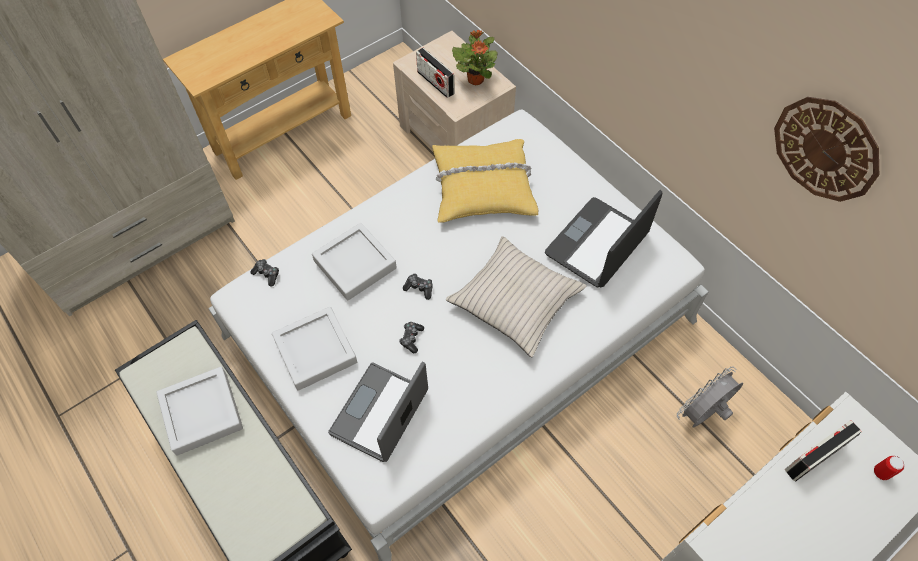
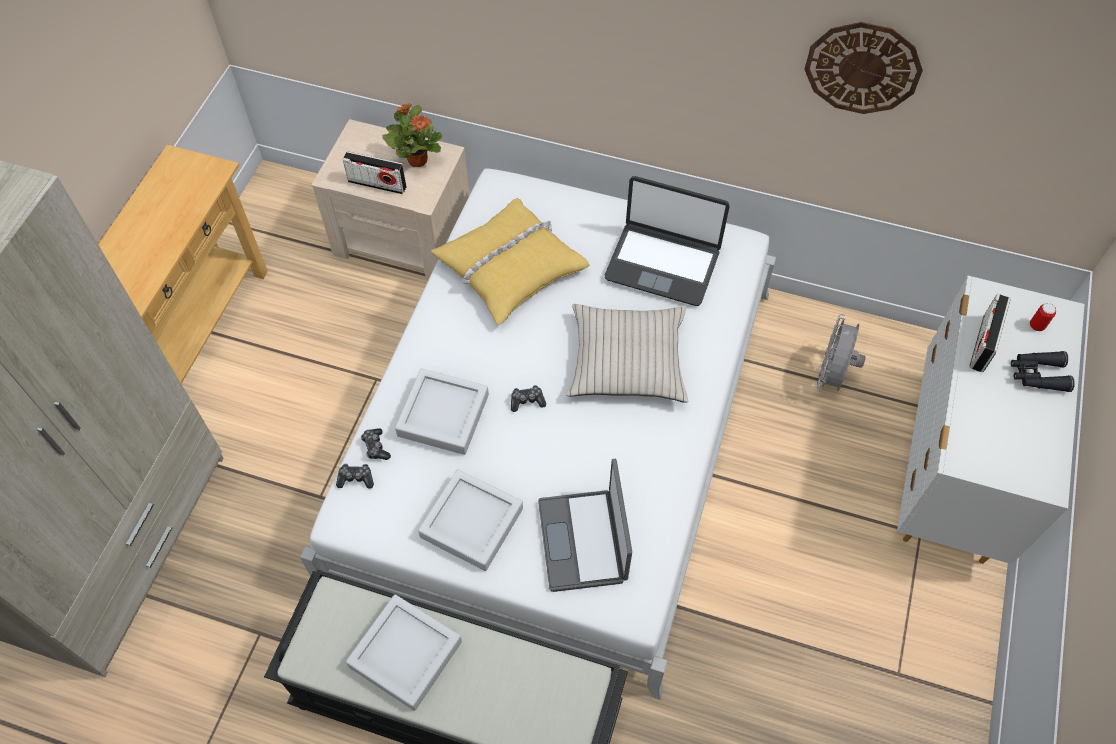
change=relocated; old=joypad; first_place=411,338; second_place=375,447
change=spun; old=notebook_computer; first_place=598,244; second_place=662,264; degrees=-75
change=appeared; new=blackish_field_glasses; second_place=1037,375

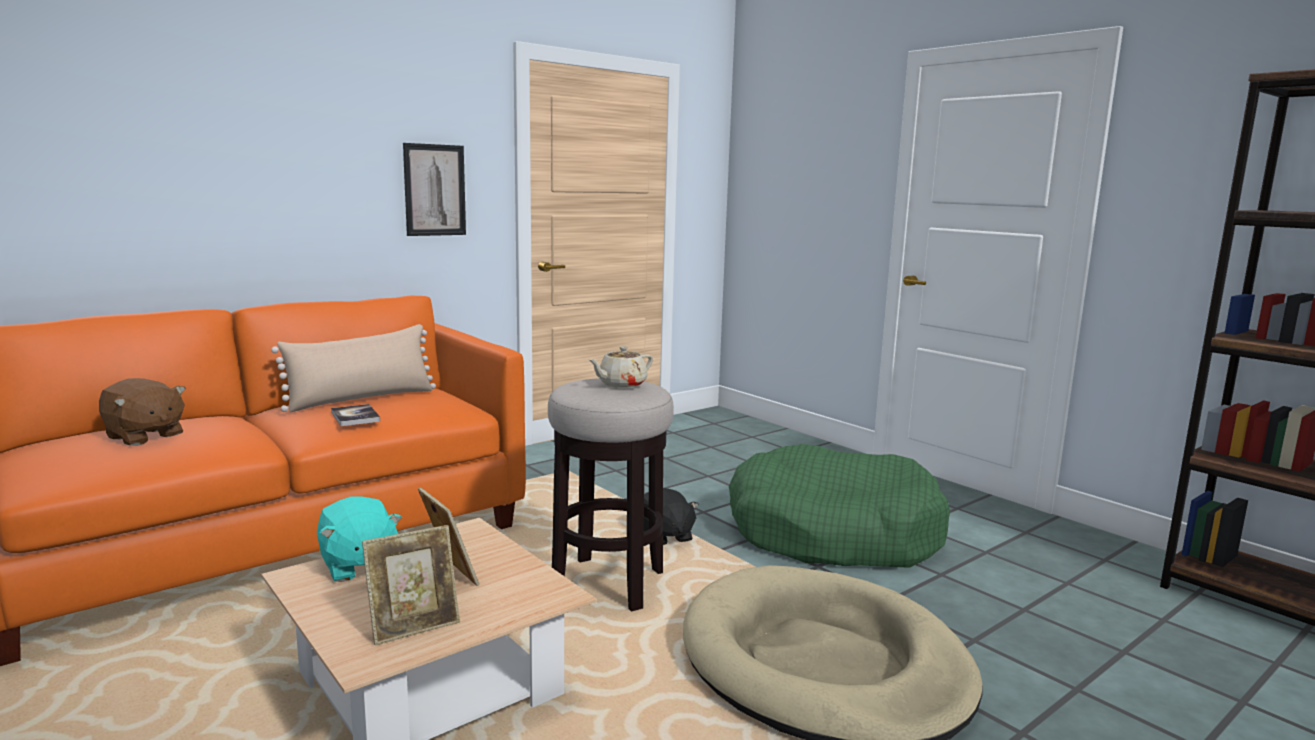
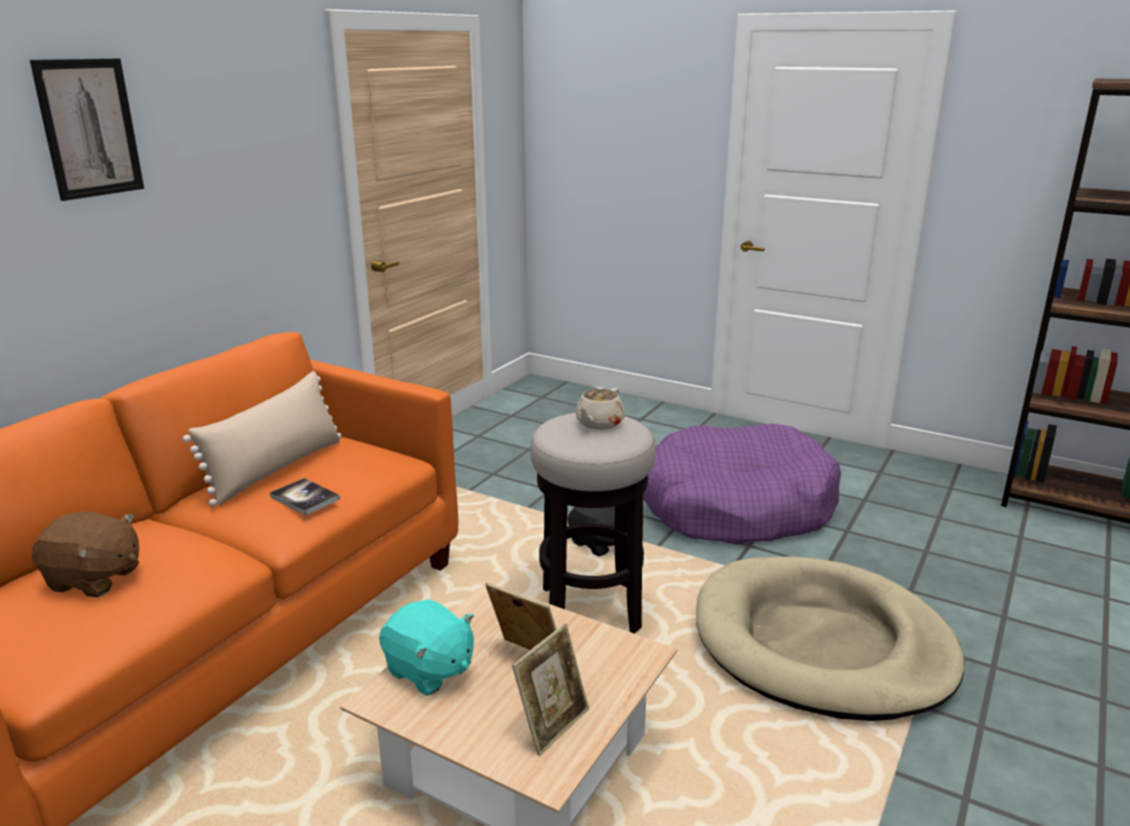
change=relocated; old=wall_art; first_place=434,190; second_place=89,128
change=colour; old=green-coloured_dog_bed; new=purplish_dog_bed; first_place=832,533; second_place=736,506

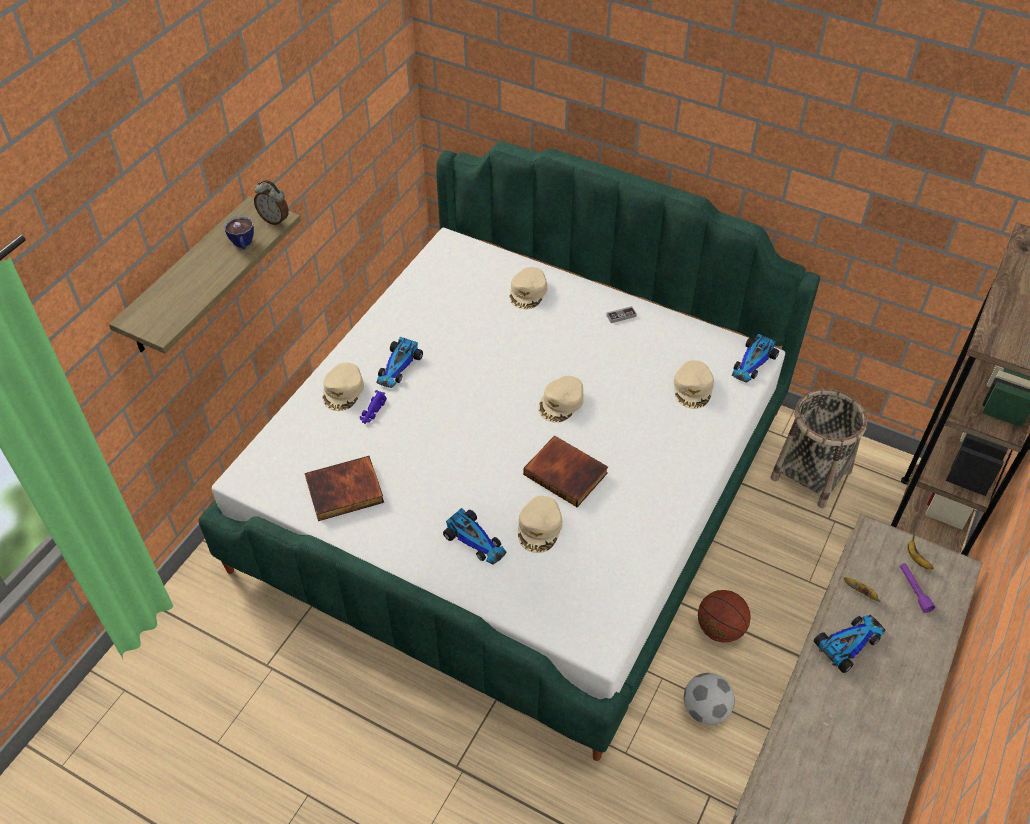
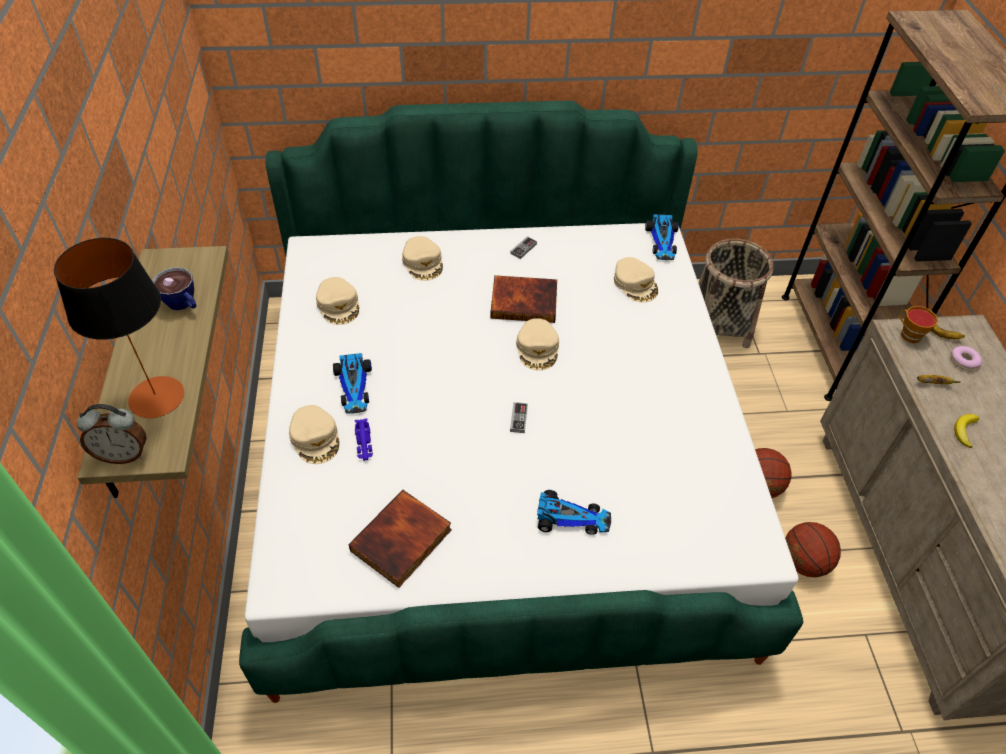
change=relocated; old=bedside_clock; first_place=275,220; second_place=123,454
change=relocated; old=beige_peaked_cap; first_place=540,527; second_place=339,305
change=relocated; old=bound_book; first_place=566,473; second_place=524,301
change=exchanged; old=ball_for_football; new=basketball; first_place=706,709; second_place=803,562
change=exchanged; old=model_car; new=banana_fruit; first_place=848,643; second_place=964,431
change=exchanged; old=purplish_flashlight; new=doughnut; first_place=914,590; second_place=963,361
change=appeared; new=lamp_for_a_table; second_place=156,397
change=appeared; new=joypad; second_place=518,419
change=appeared; new=drinking_cup; second_place=908,335

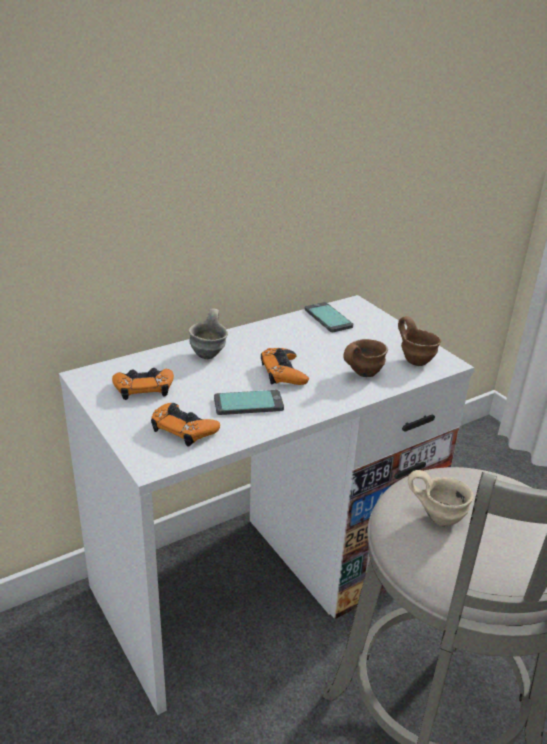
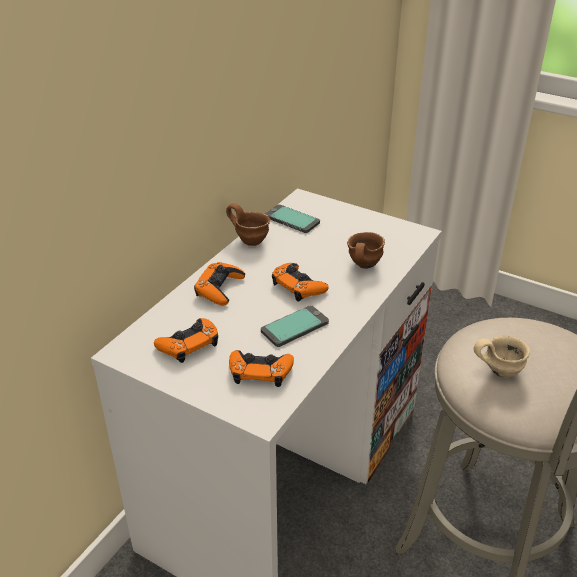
change=exchanged; old=gray_coffee_mug; new=orange_joypad; first_place=211,353; second_place=219,288
change=relocated; old=brown-coloured_coffee_mug; first_place=416,359; second_place=250,240

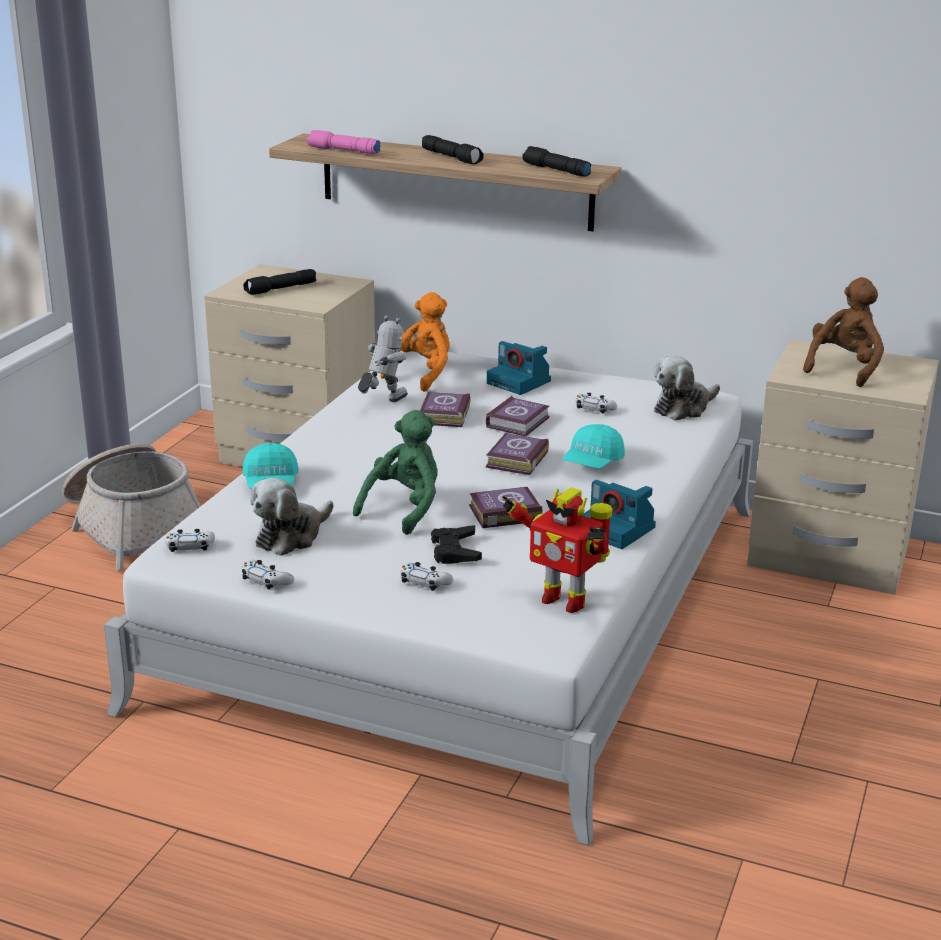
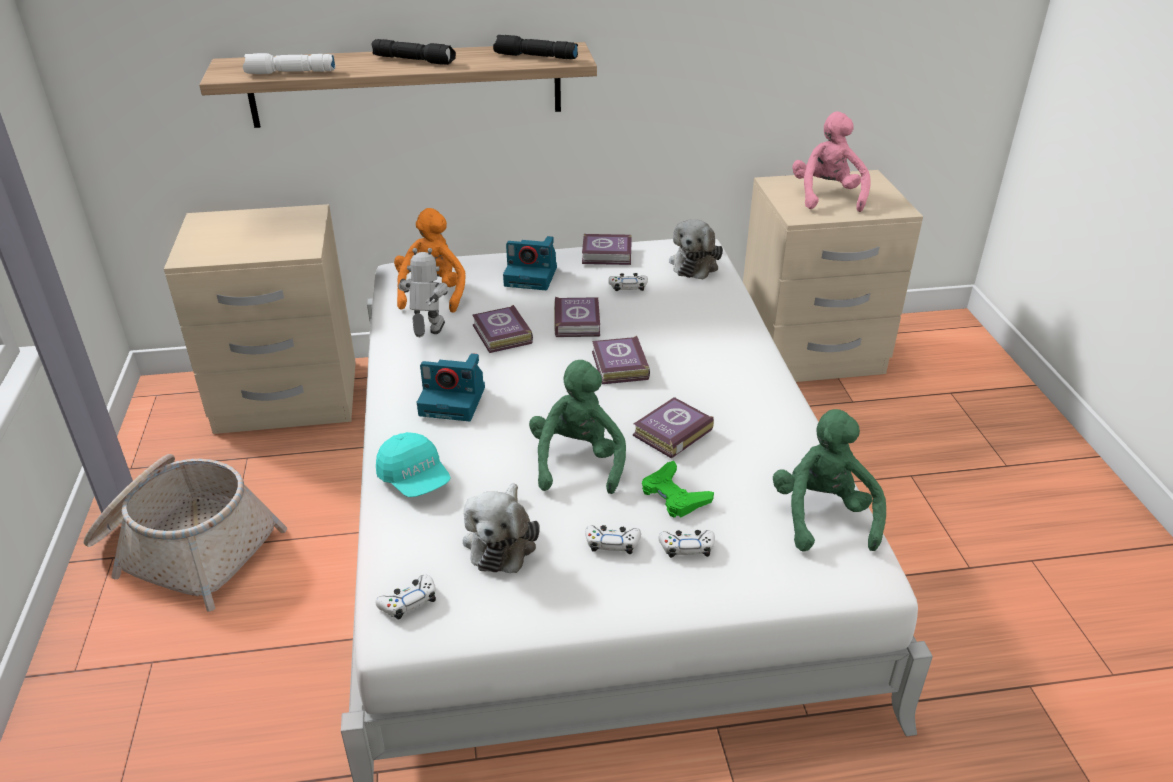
change=relocated; old=white-coloured_joypad; first_place=266,580; second_place=612,543
change=missing; old=blackish_flashlight; first_place=280,289
change=colour; old=pink-coloured_flashlight; new=white-coloured_flashlight; first_place=343,151; second_place=290,73
change=colour; old=blackish_joypad; new=green-coloured_joypad; first_place=455,550; second_place=674,495
change=exchanged; old=model_robot; new=green-coloured_cuddly_toy; first_place=563,599; second_place=823,516
change=missing; old=turquoise-coloured_peaked_cap; first_place=592,463
change=relocated; old=photo_camera; first_place=618,530; second_place=454,401
change=colour; old=brown-coloured_cuddly_toy; new=pink-coloured_cuddly_toy; first_place=844,368; second_place=827,196
change=appeared; new=bound_book; second_place=608,255

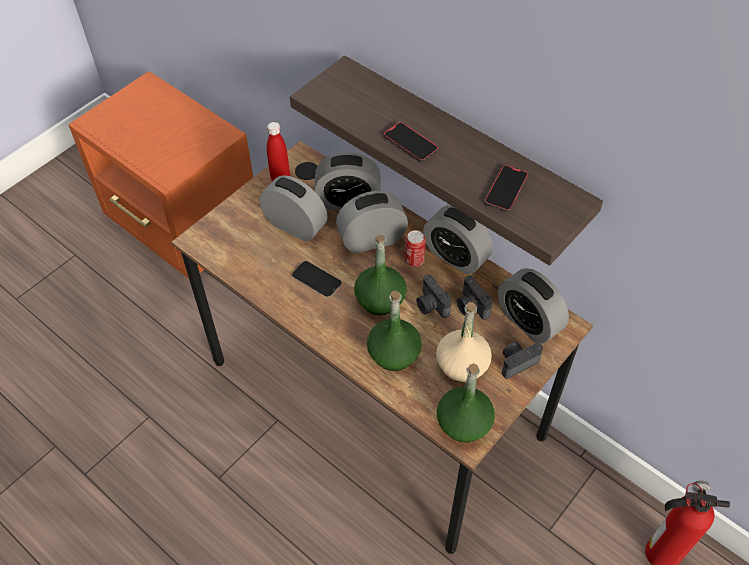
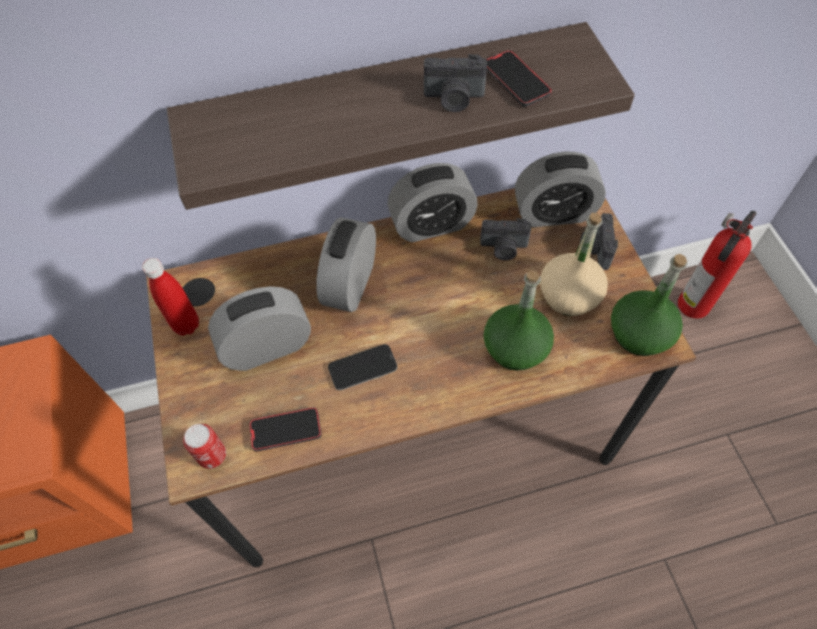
change=missing; old=bedside_clock; first_place=348,200
change=missing; old=green-coloured_drink_bottle; first_place=380,299
change=relocated; old=phone; first_place=410,144; second_place=286,430
change=relocated; old=metal_can; first_place=414,260; second_place=212,456
change=relocated; old=photo_camera; first_place=431,305; second_place=453,99

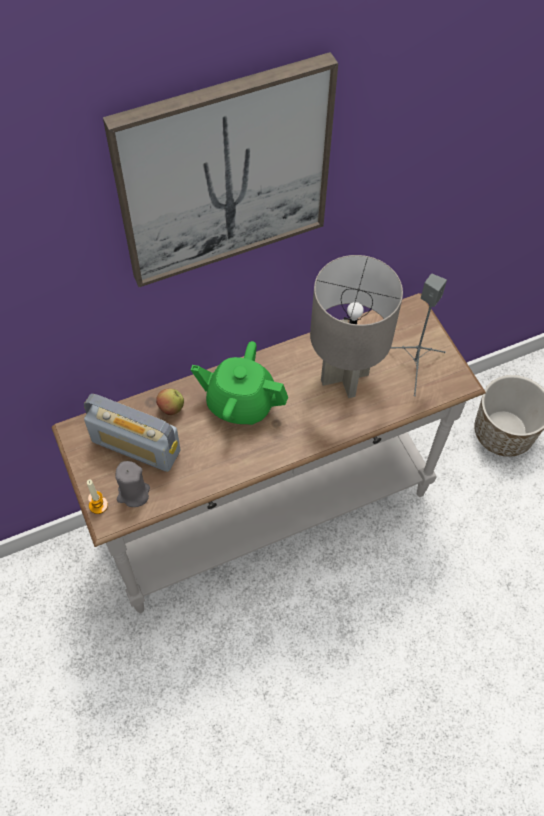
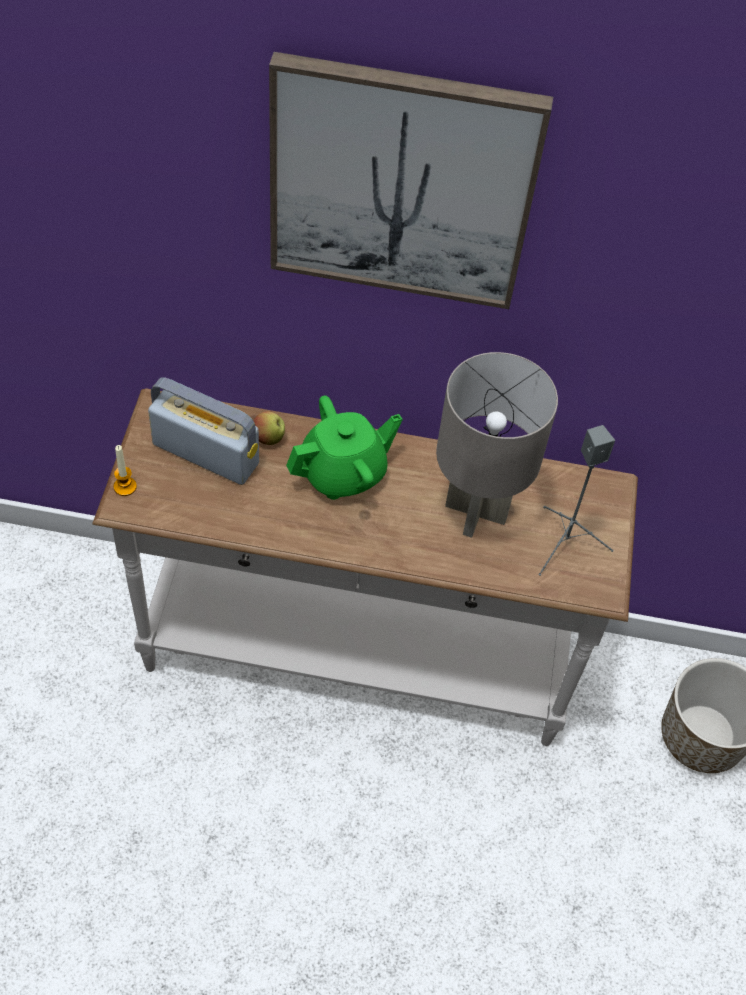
change=spun; old=radio_set; first_place=136,446; second_place=205,453; degrees=150
change=missing; old=gray_candle; first_place=133,493
change=spun; old=green-coloured_pot_for_tea; first_place=240,403; second_place=343,473; degrees=105

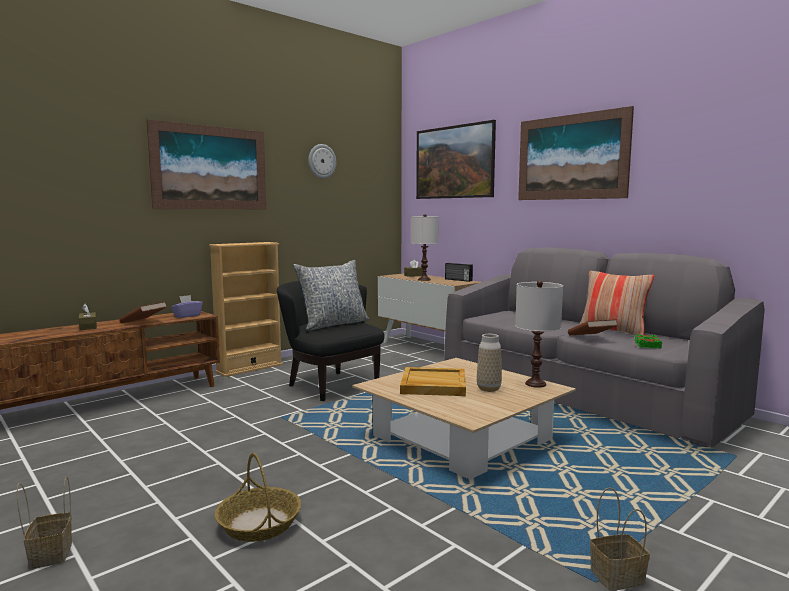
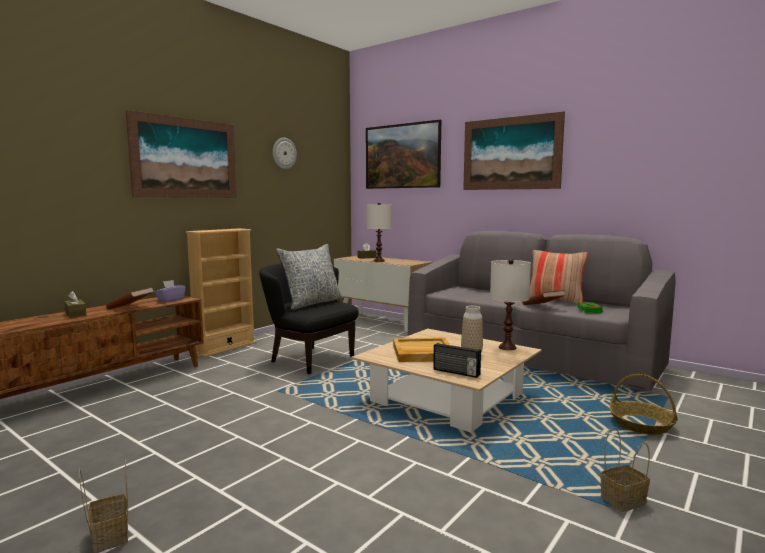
change=relocated; old=basket; first_place=258,523; second_place=640,424
change=relocated; old=radio_set; first_place=458,280; second_place=456,372

